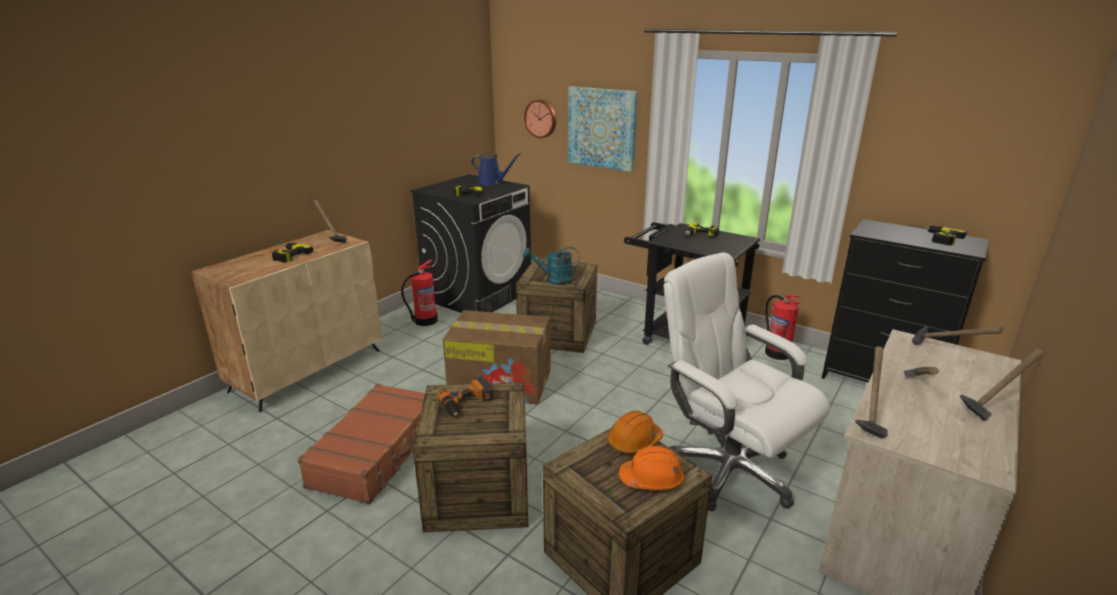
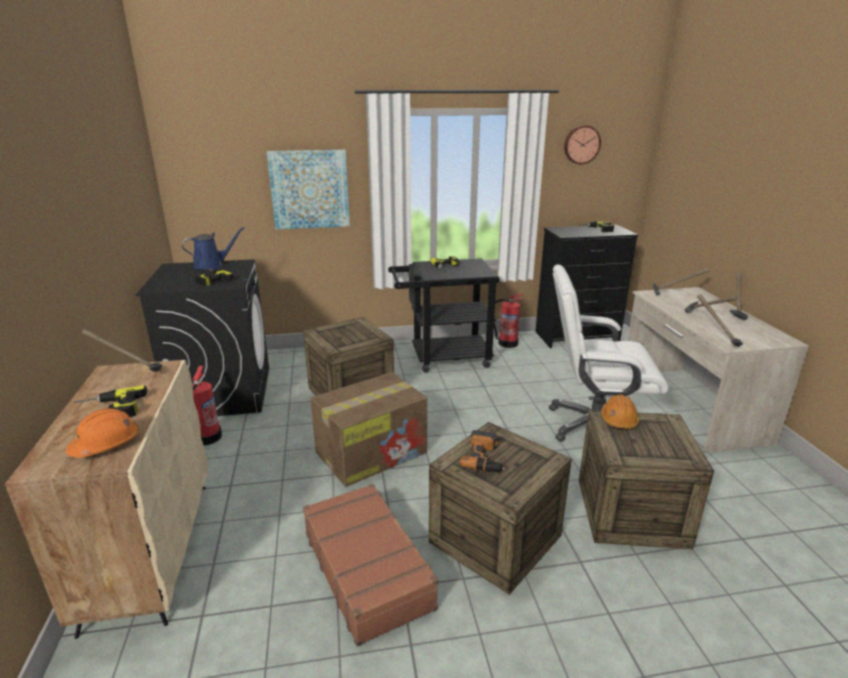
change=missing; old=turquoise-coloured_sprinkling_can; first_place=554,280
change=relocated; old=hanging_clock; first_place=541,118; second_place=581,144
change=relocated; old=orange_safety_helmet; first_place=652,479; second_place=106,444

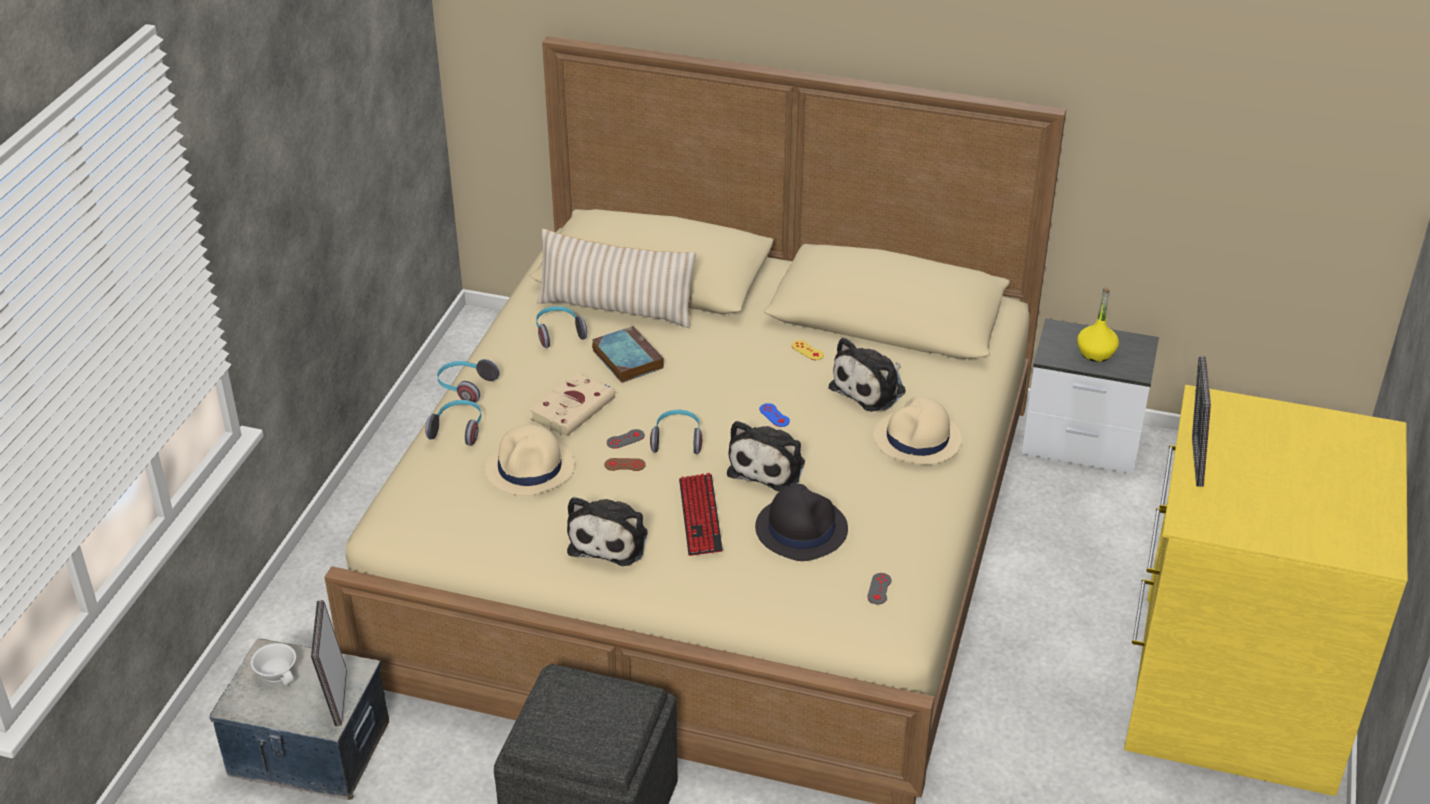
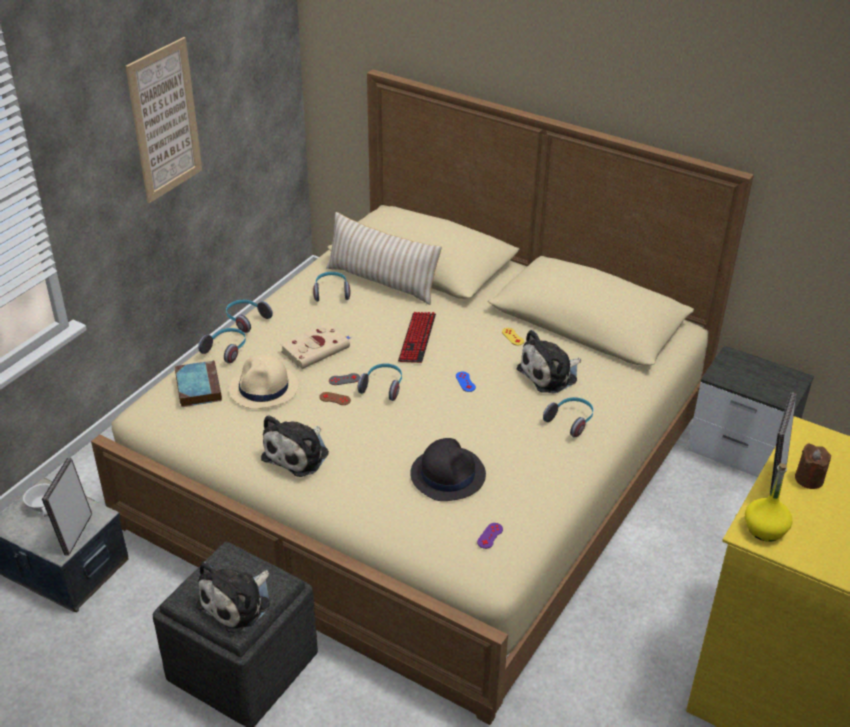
change=relocated; old=bound_book; first_place=626,358; second_place=198,387
change=relocated; old=computer_keyboard; first_place=700,516; second_place=417,338
change=relocated; old=cuddly_toy; first_place=769,466; second_place=238,603
change=colour; old=gray_joypad; new=purplish_joypad; first_place=879,589; second_place=490,536
change=exchanged; old=beige_hat; new=pair_of_headphones; first_place=917,439; second_place=571,421
change=relocated; old=yellow_drink_bottle; first_place=1096,353; second_place=765,529
change=appeared; new=wall_art; second_place=165,120
change=appeared; new=brown-coloured_candle; second_place=809,479

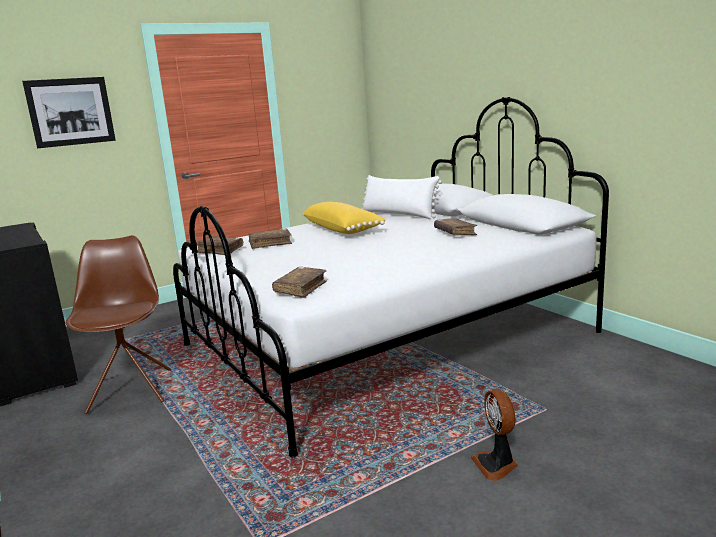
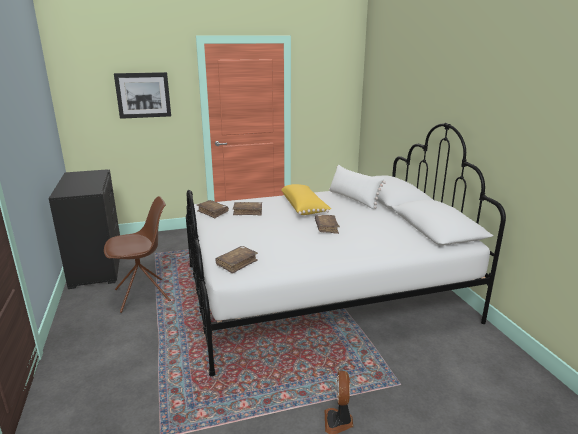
change=spun; old=brown-coloured_plain_chair; first_place=131,390; second_place=143,295; degrees=60
change=relocated; old=brown-coloured_bound_book; first_place=455,233; second_place=326,228

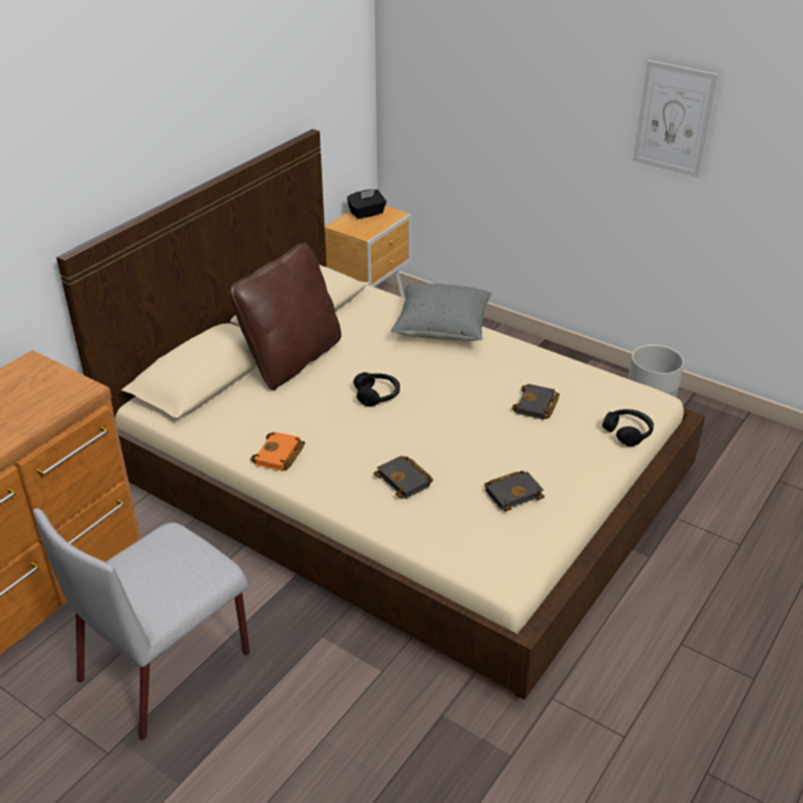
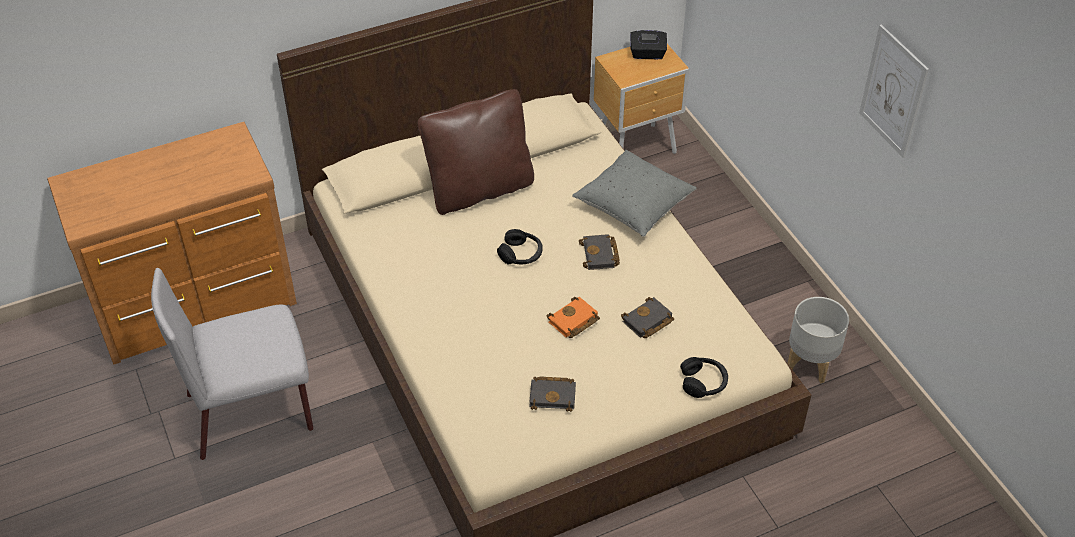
change=relocated; old=orange_bound_book; first_place=279,456; second_place=573,322
change=relocated; old=blackish_bound_book; first_place=405,480; second_place=600,255

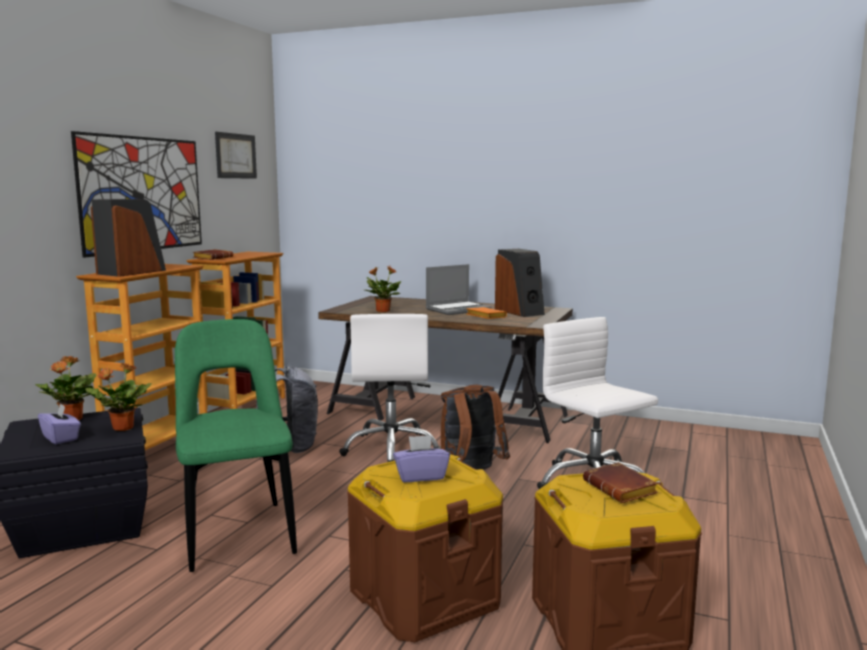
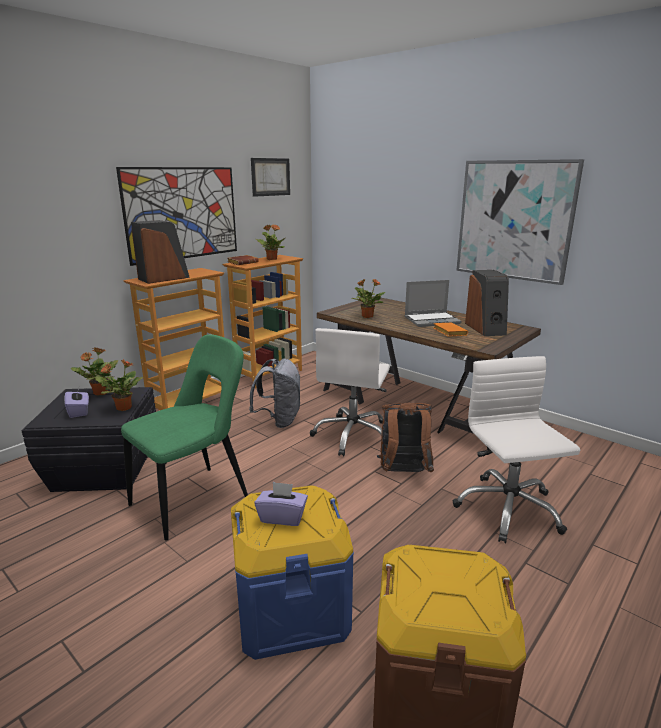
change=spun; old=green-coloured_plain_chair; first_place=238,532; second_place=195,499; degrees=45
change=colour; old=brown-coloured_storage_box; new=blue-coloured_storage_box; first_place=425,597; second_place=291,608
change=missing; old=brown-coloured_bound_book; first_place=622,489
change=appeared; new=houseplant; second_place=271,259
change=appeared; new=wall_art; second_place=514,220

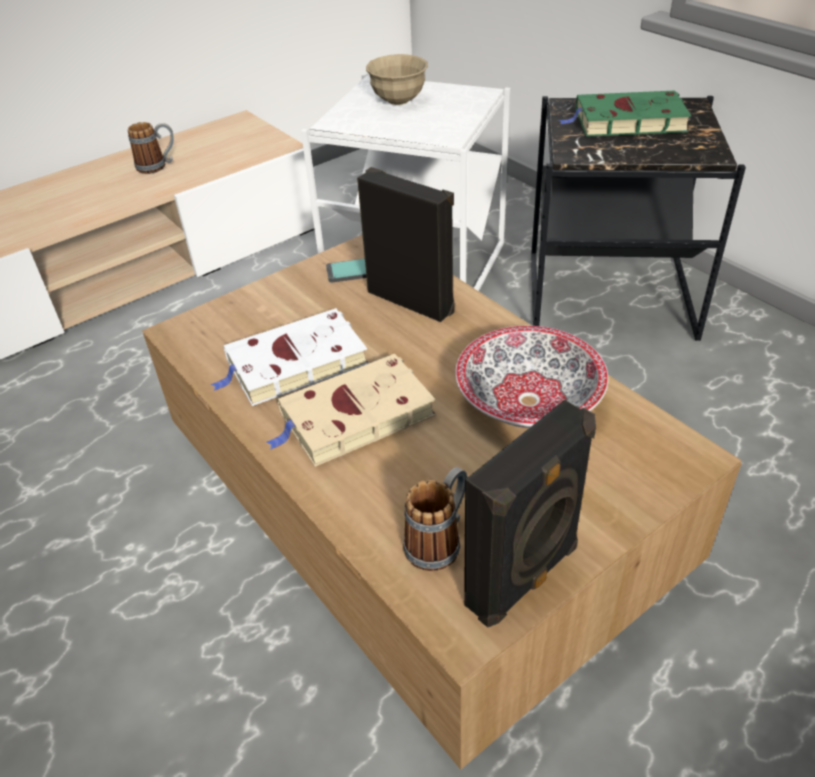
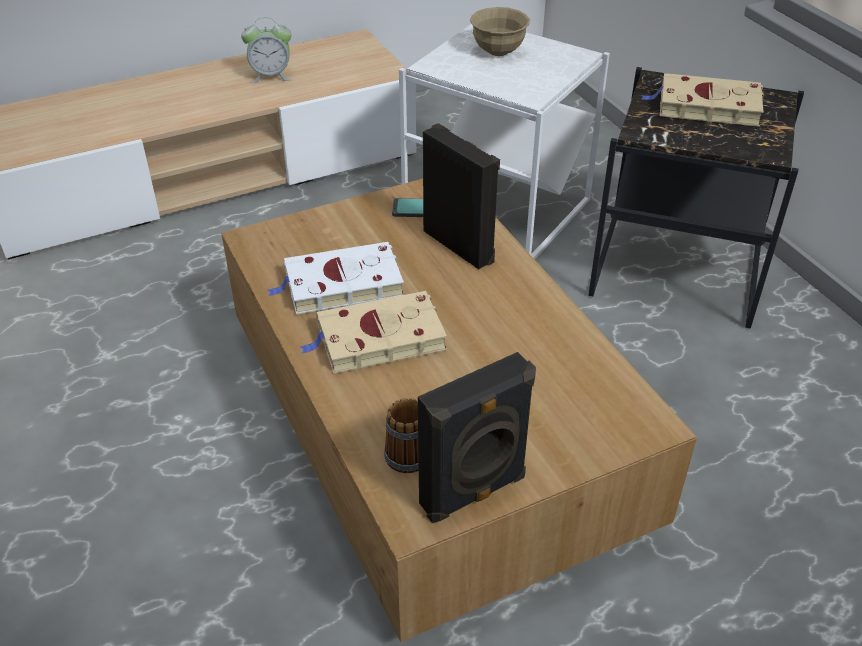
change=exchanged; old=coffee_mug; new=bedside_clock; first_place=158,166; second_place=271,76
change=missing; old=deep_dish; first_place=530,402
change=colour; old=green-coloured_bound_book; new=beige_bound_book; first_place=626,121; second_place=705,106

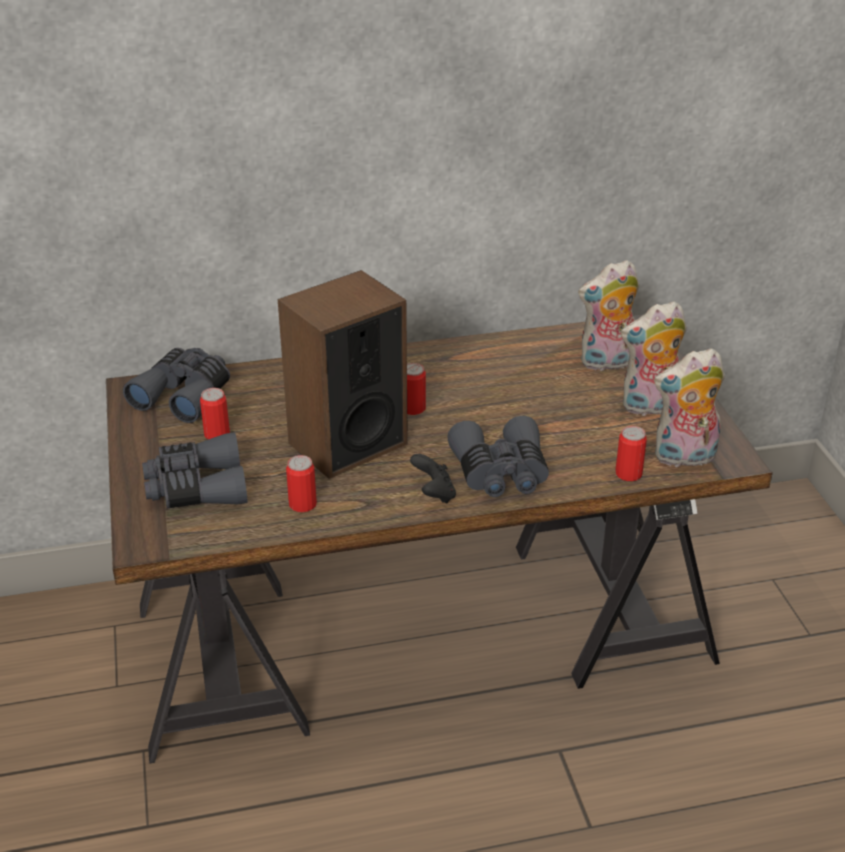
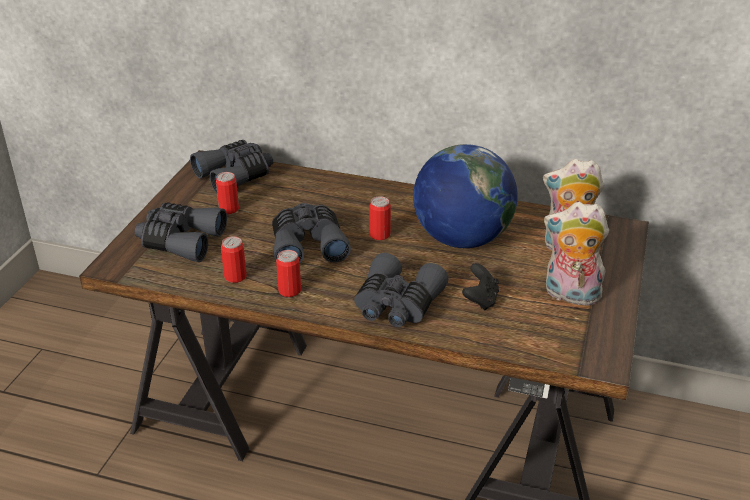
change=exchanged; old=loudspeaker; new=gray_field_glasses; first_place=347,443; second_place=308,244
change=relocated; old=blackish_joypad; first_place=434,494; second_place=480,300
change=relocated; old=metal_can; first_place=628,474; second_place=289,290
change=missing; old=cuddly_toy; first_place=684,458
change=appeared; new=globe; second_place=461,239

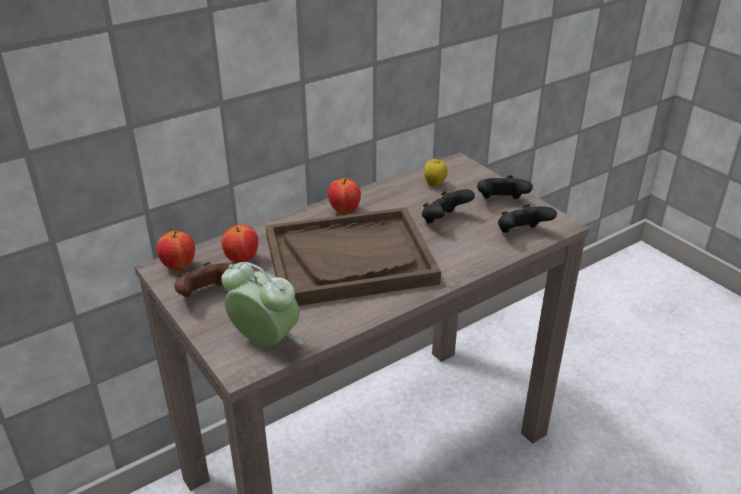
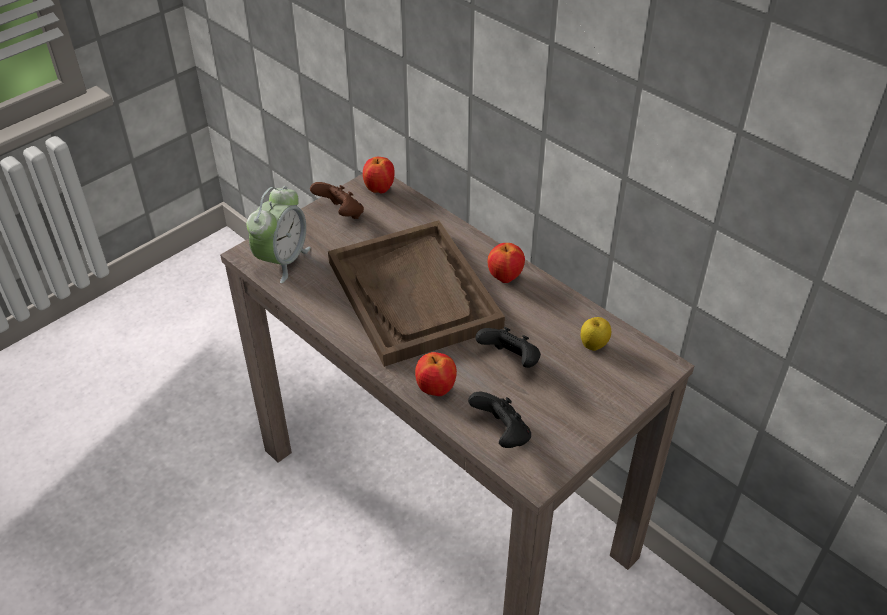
change=relocated; old=apple_fruit; first_place=242,260; second_place=436,389
change=missing; old=blackish_joypad; first_place=501,202

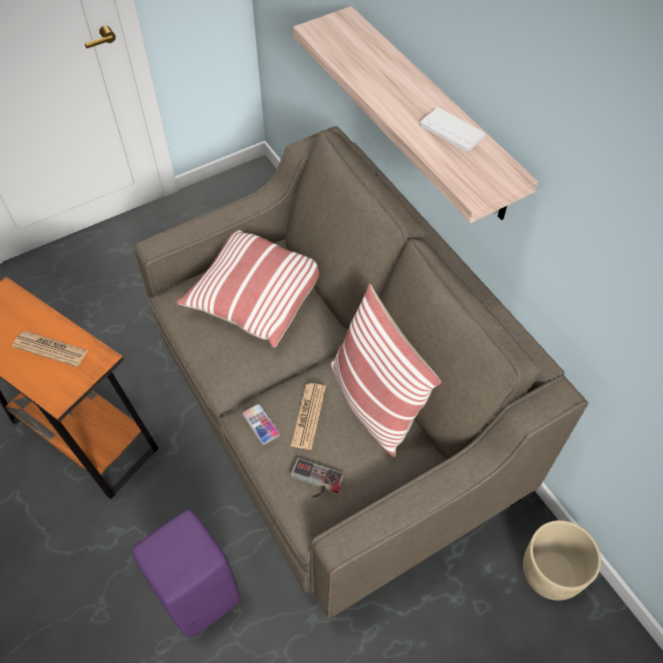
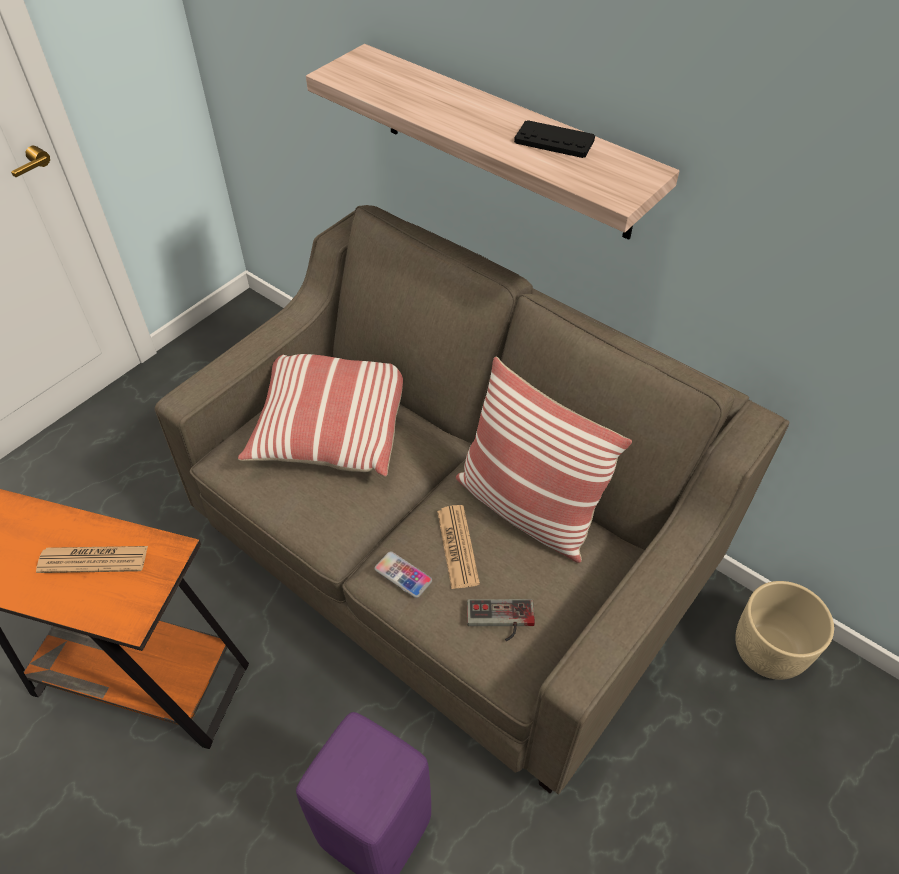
change=colour; old=white-coloured_joypad; new=blackish_joypad; first_place=452,131; second_place=554,141

